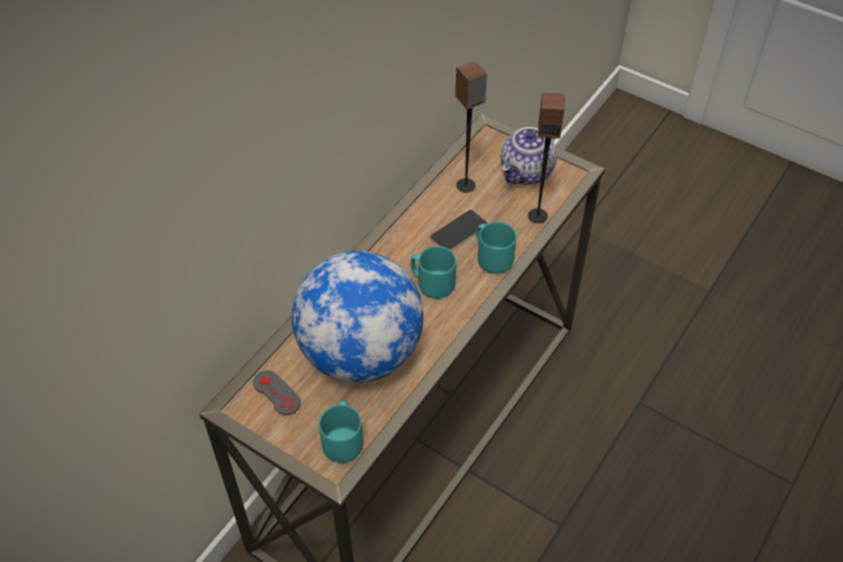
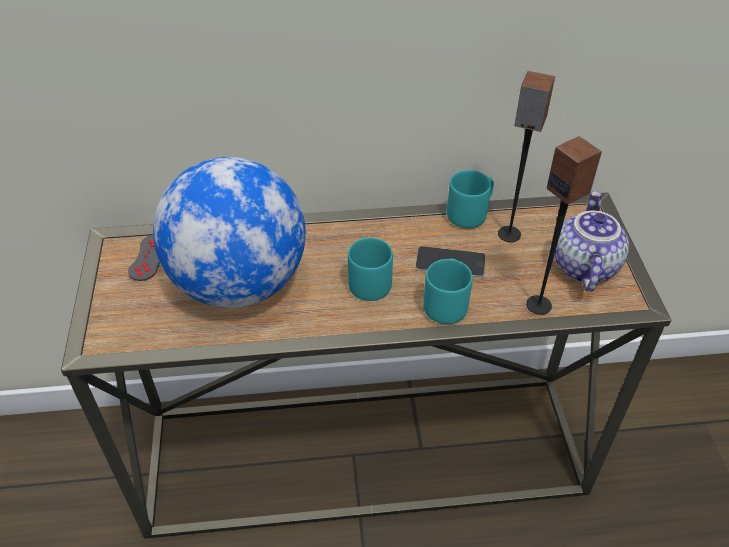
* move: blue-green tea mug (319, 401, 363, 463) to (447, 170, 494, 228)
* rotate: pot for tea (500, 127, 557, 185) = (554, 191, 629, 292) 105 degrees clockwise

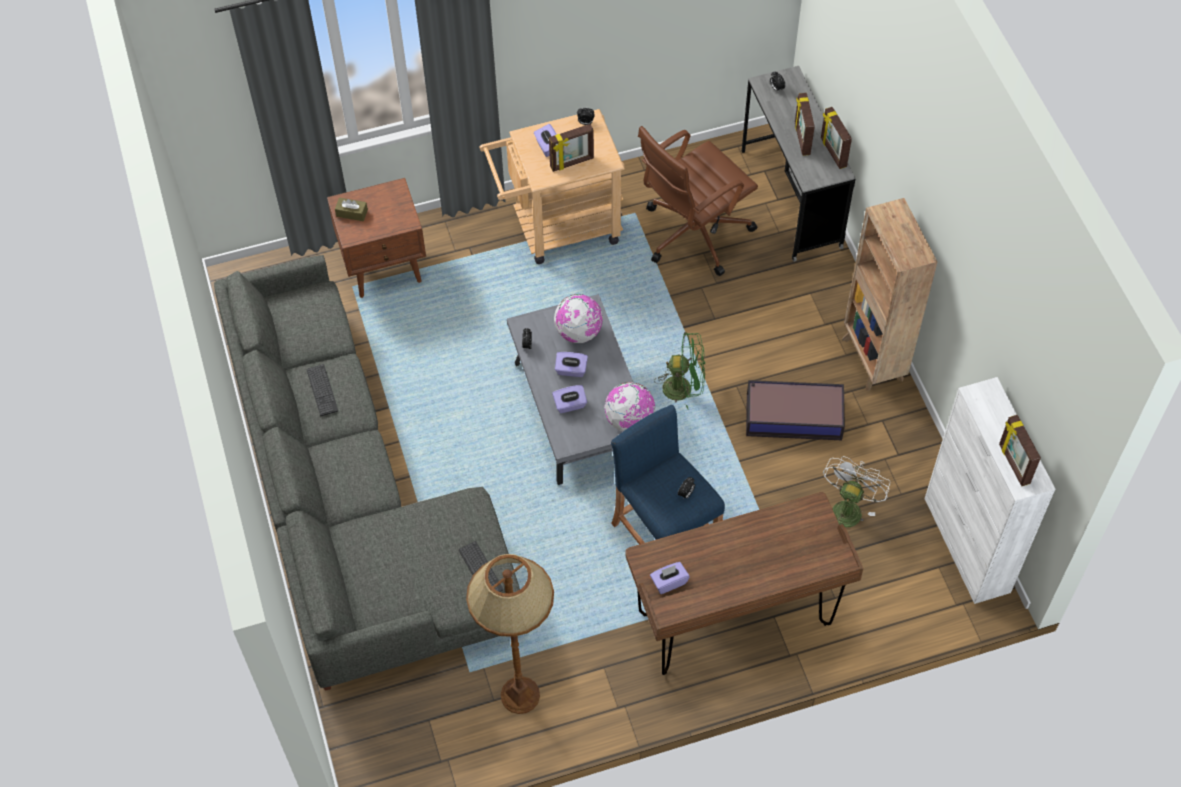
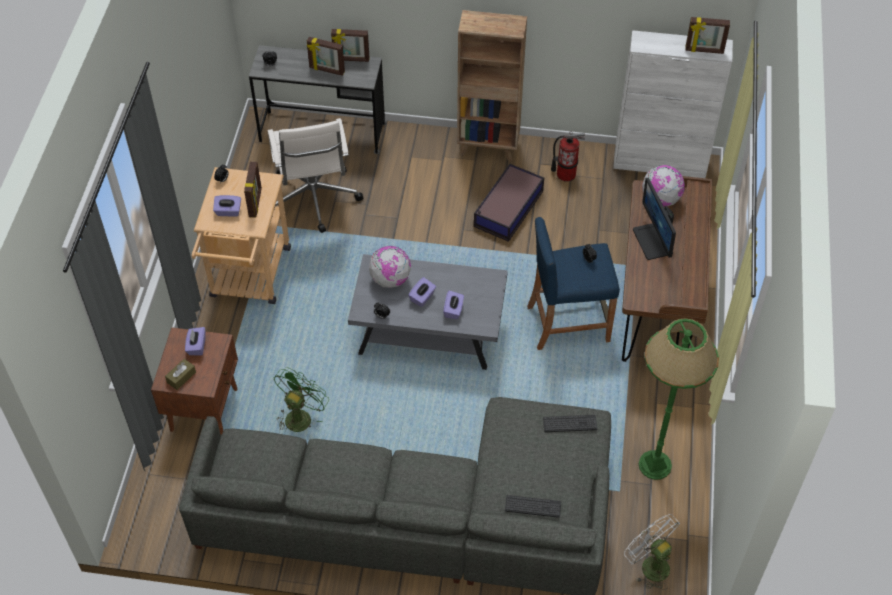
* move: purple box of tissues (650, 562, 690, 594) to (185, 327, 206, 356)
* recolor: brown computer chair (638, 126, 758, 276) to white-coloured computer chair (268, 118, 363, 233)
* move: green-coloured electric fan (654, 332, 705, 410) to (274, 367, 329, 434)
* move: PC keyboard (306, 364, 338, 416) to (505, 495, 561, 518)
* insert: extinguisher (551, 132, 585, 182)
* move: white-coloured electric fan (823, 456, 890, 527) to (624, 514, 680, 590)
* insert: computer display (633, 177, 676, 260)
* recolor: brown floor lamp (466, 554, 554, 714) to green-coloured floor lamp (639, 318, 719, 480)
* move: world globe (604, 382, 655, 431) to (642, 165, 685, 207)

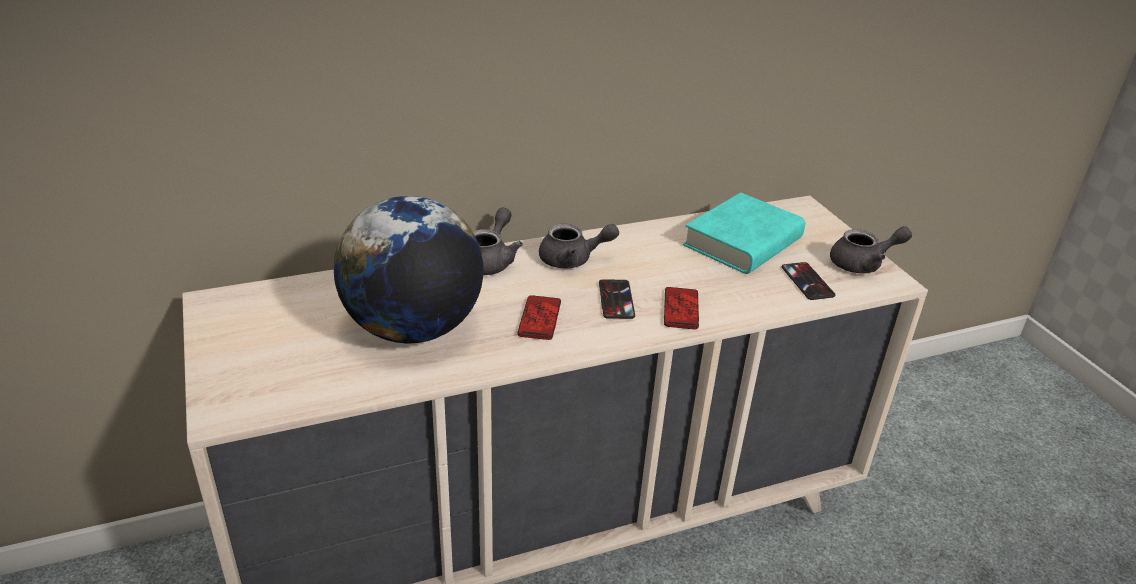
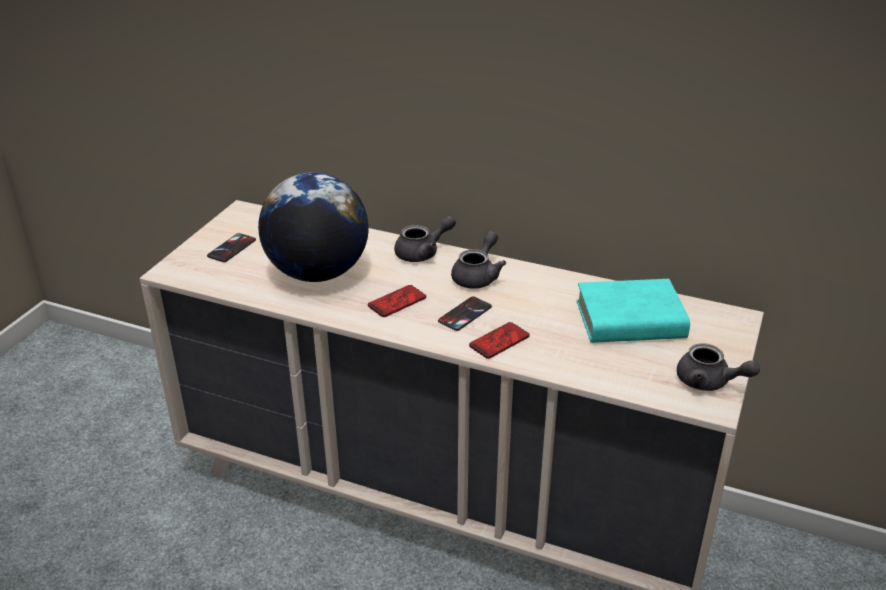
* move: phone (782, 262, 835, 300) to (207, 233, 256, 262)
* rotate: greyish pot for tea (539, 224, 619, 268) = (451, 231, 506, 289) 105 degrees counterclockwise

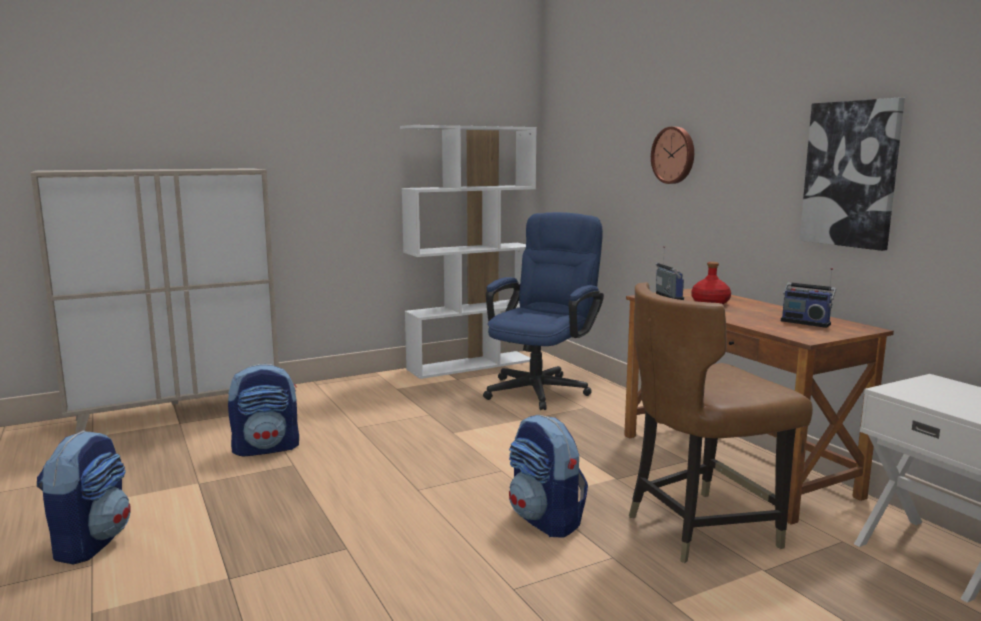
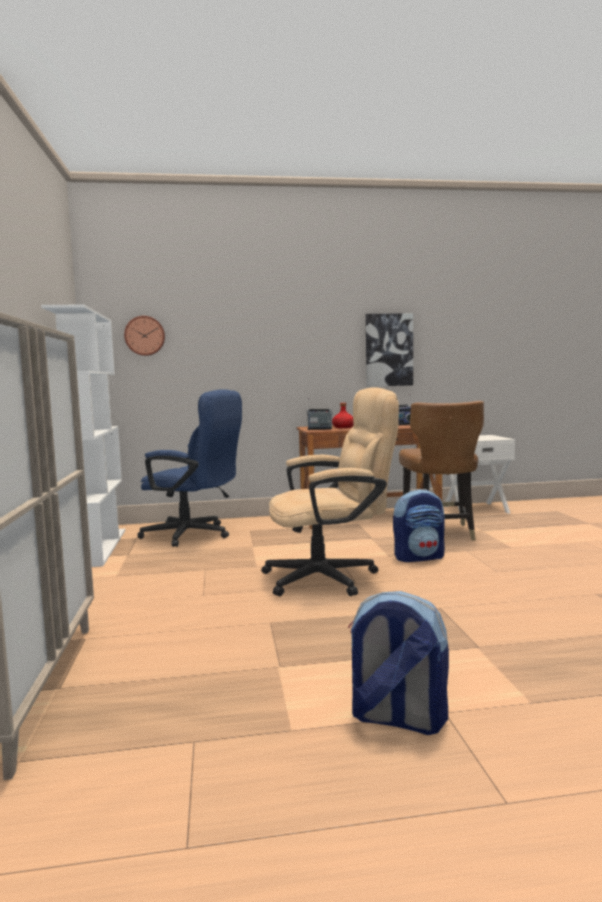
* move: clock on the wall (651, 127, 694, 184) to (124, 316, 165, 356)
* rotate: blue computer chair (483, 212, 604, 410) = (137, 389, 242, 547) 150 degrees clockwise
* insert: beige-coloured computer chair (261, 387, 399, 596)
* delete: backpack (228, 364, 299, 457)

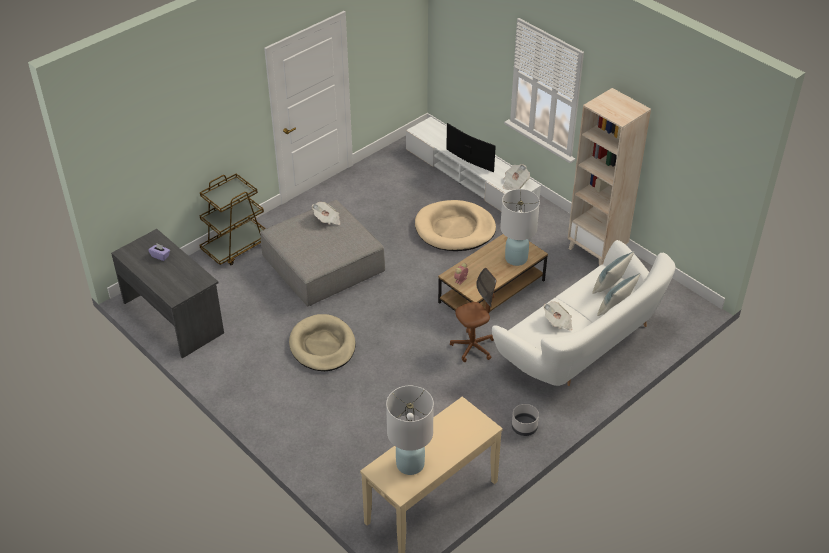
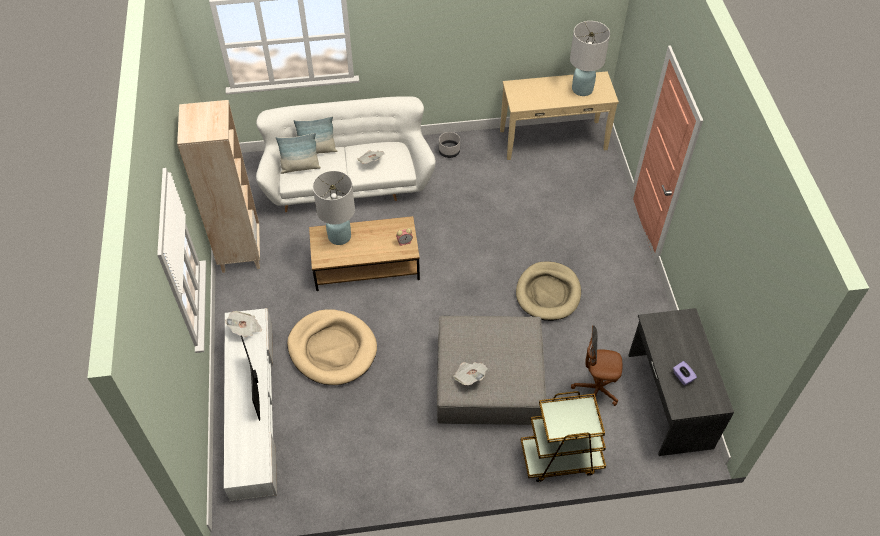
* move: brown computer chair (450, 268, 496, 362) to (571, 325, 622, 406)

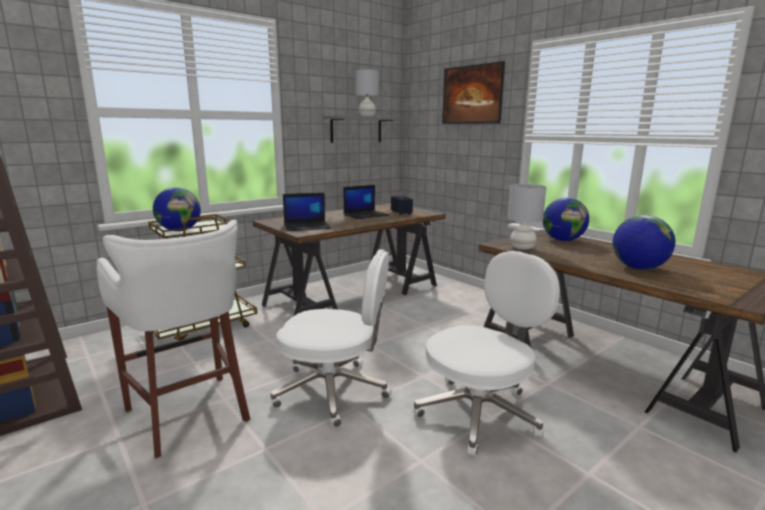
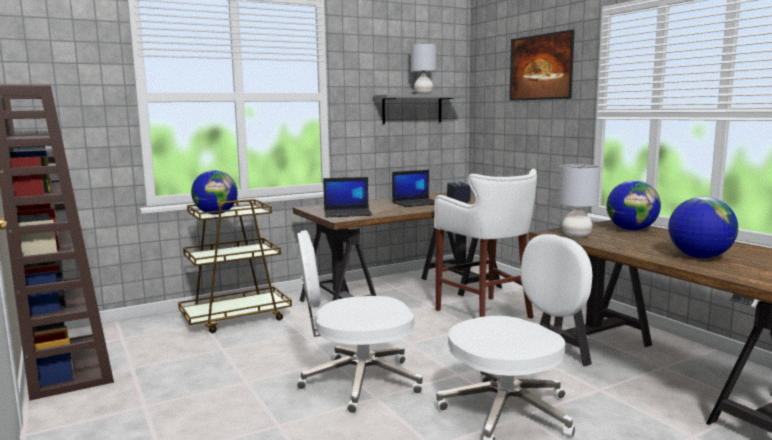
* rotate: white-coloured computer chair (271, 249, 392, 427) = (297, 230, 423, 413) 150 degrees clockwise
* move: white-coloured sitting stool (97, 220, 251, 458) to (434, 169, 537, 319)

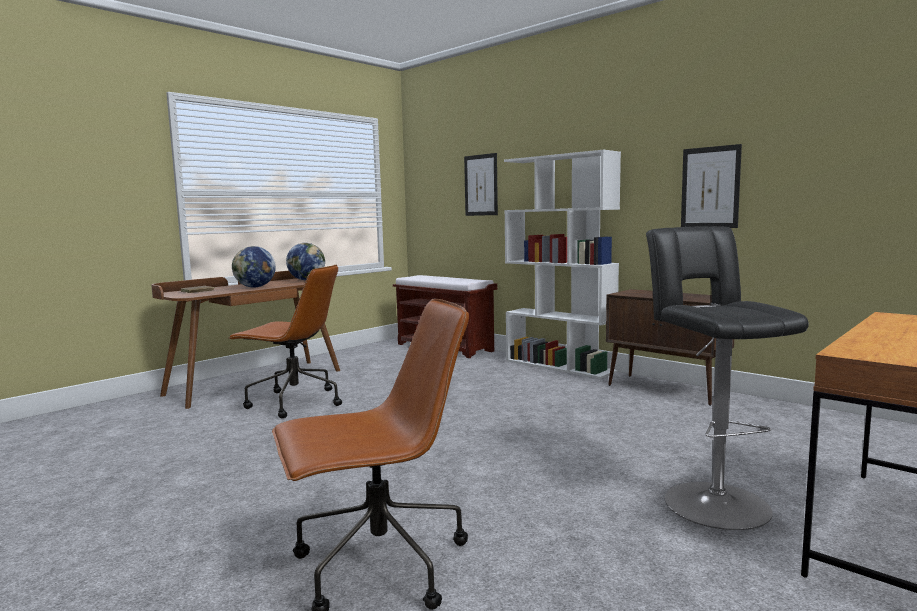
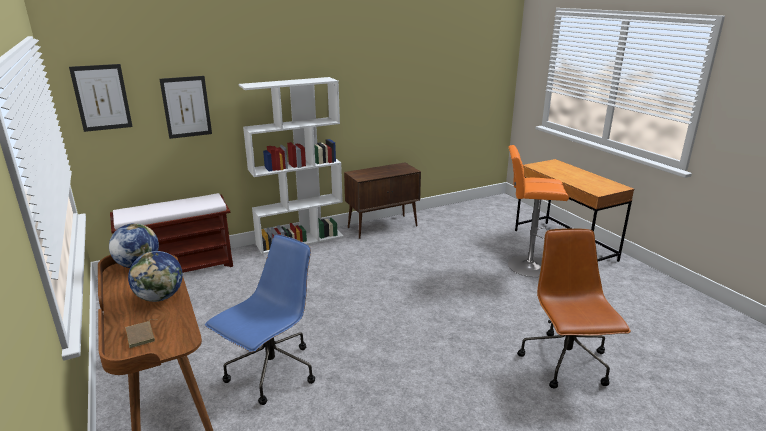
* move: picture (681, 144, 742, 228) to (69, 64, 133, 132)
* recolor: brown computer chair (228, 265, 342, 418) to blue computer chair (205, 234, 315, 405)
* recolor: black-coloured sitting stool (646, 226, 809, 530) to orange sitting stool (508, 145, 569, 277)

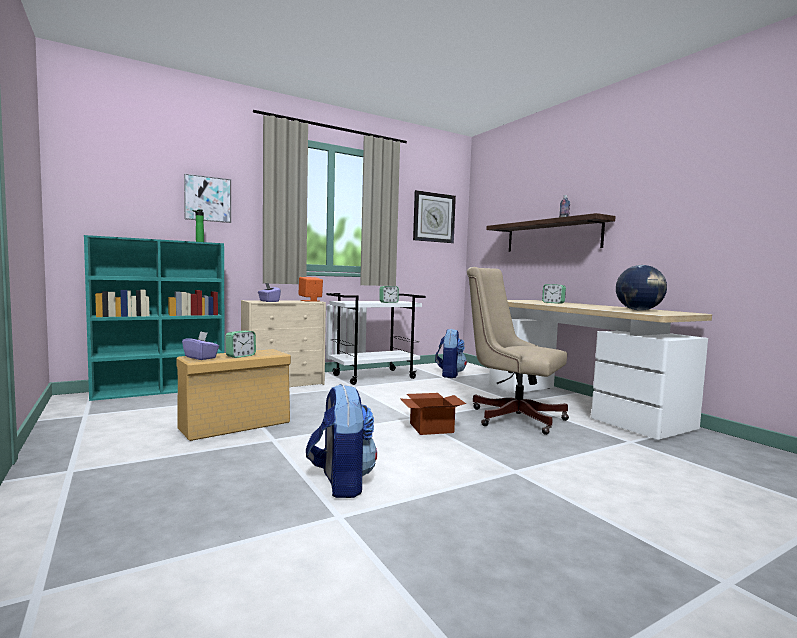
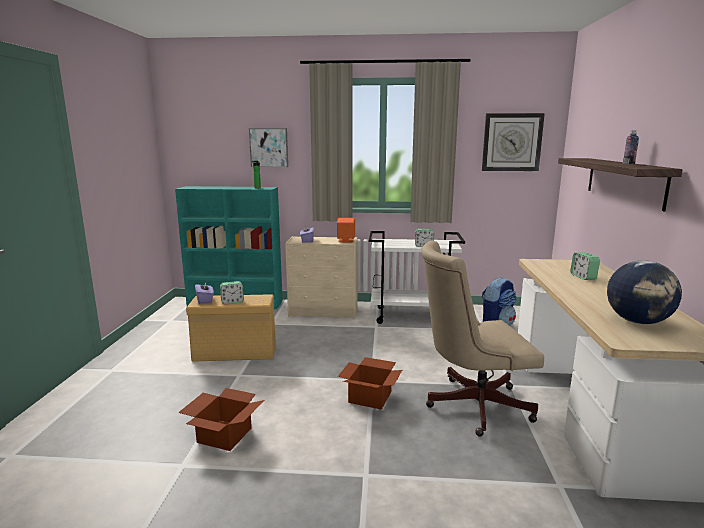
* replace: backpack (306, 384, 377, 498) to packing box (178, 388, 264, 451)
* rotate: beige-coloured computer chair (467, 267, 569, 435) = (421, 241, 544, 437) 75 degrees counterclockwise

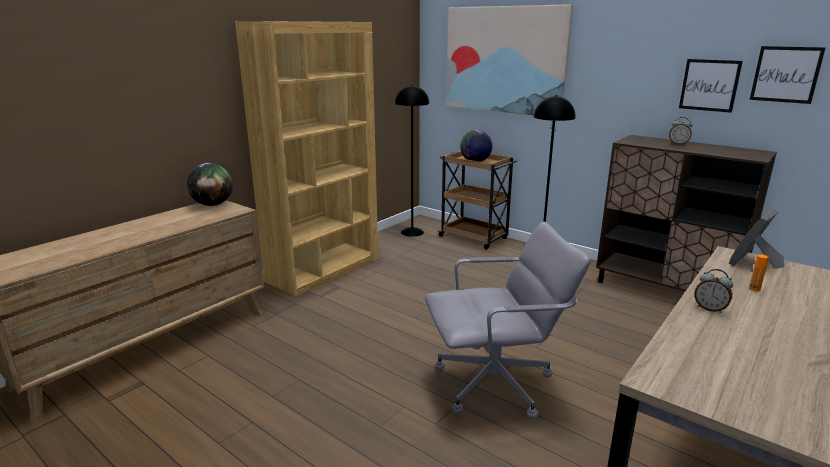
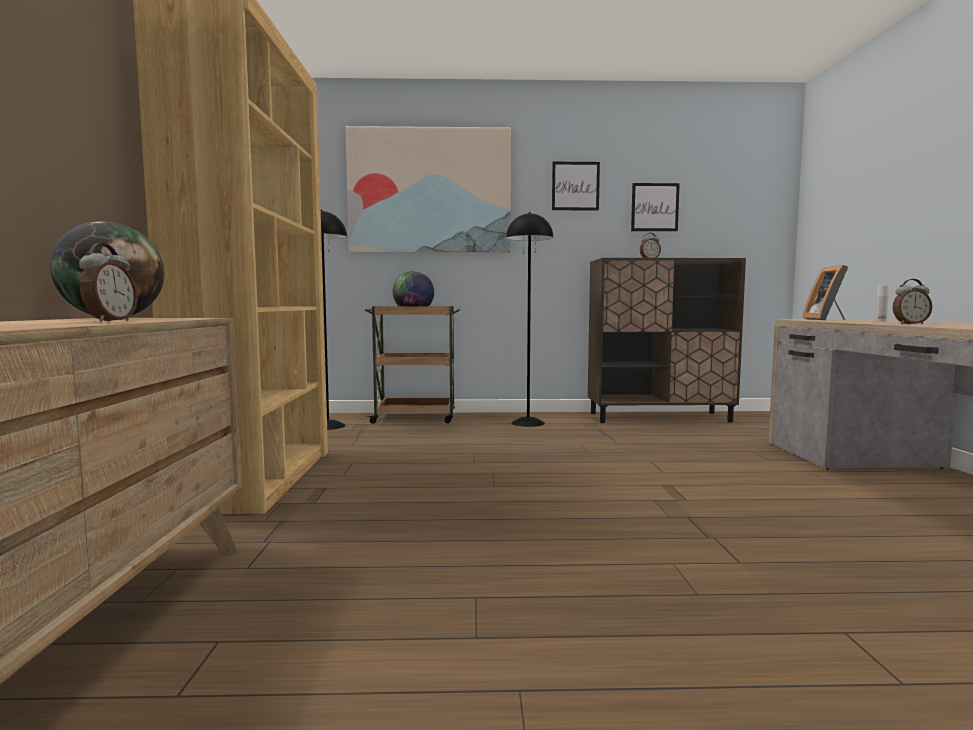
* insert: alarm clock (79, 243, 138, 322)
* move: picture (750, 46, 826, 104) to (552, 162, 600, 211)
* recolor: orange bottle (749, 254, 769, 292) to white-coloured bottle (875, 286, 889, 322)
* delete: greyish computer chair (425, 222, 591, 419)

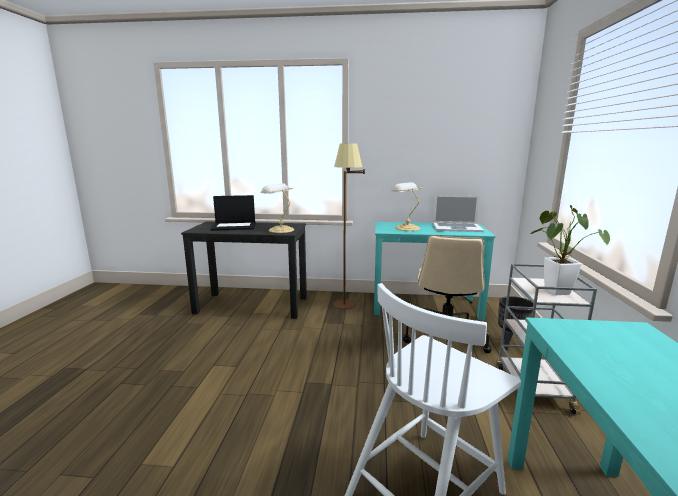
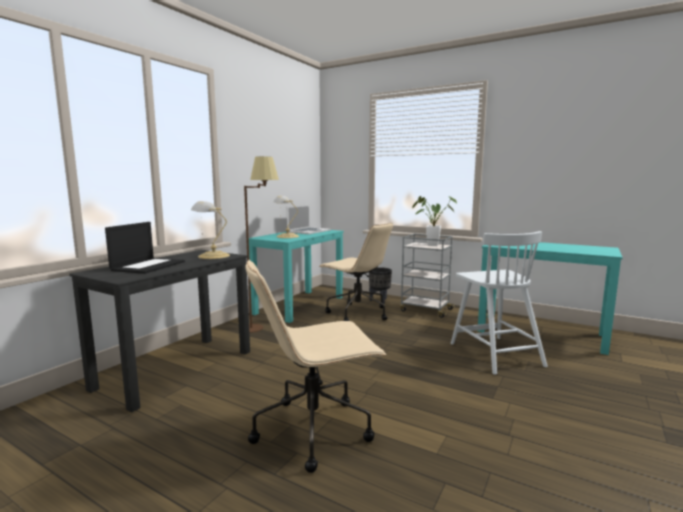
* insert: beige-coloured computer chair (245, 260, 386, 473)

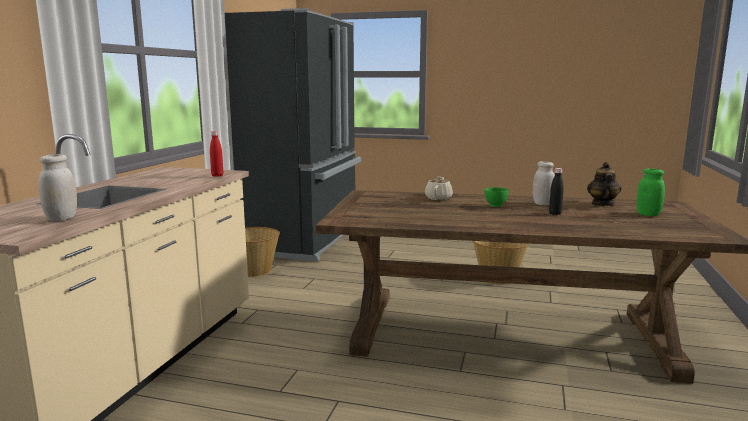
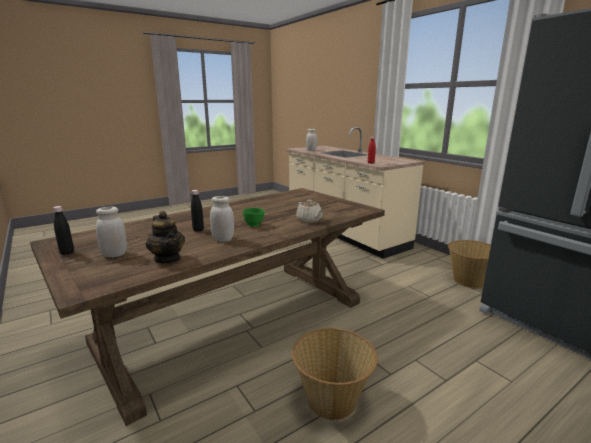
* insert: black-coloured bottle (53, 206, 74, 255)
* recolor: green-coloured preserve jar (637, 168, 665, 216) to white-coloured preserve jar (96, 207, 127, 257)

